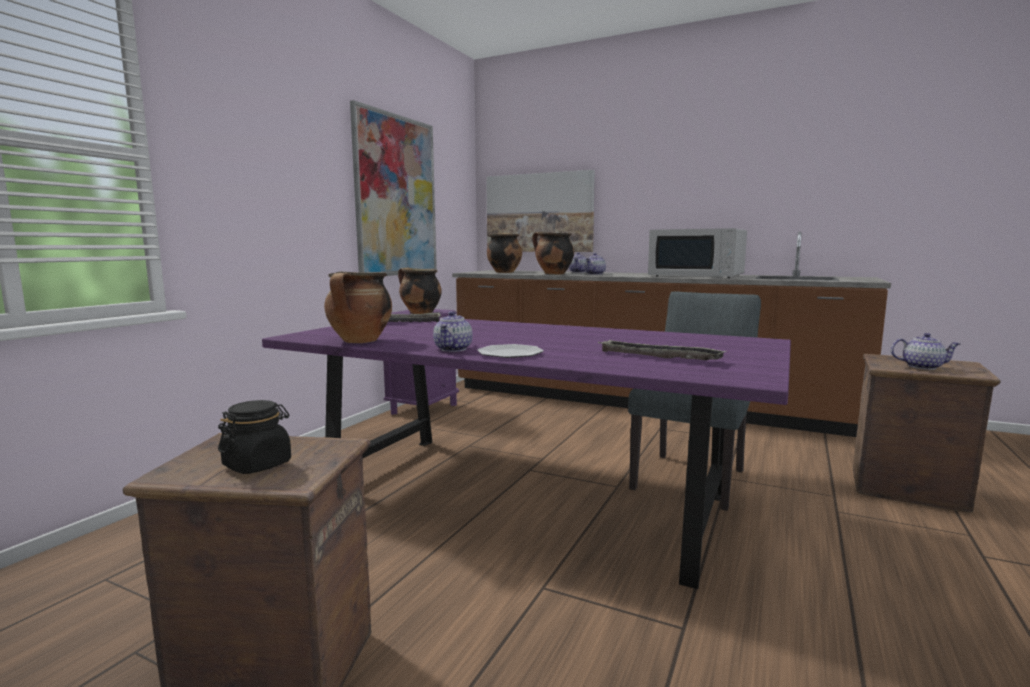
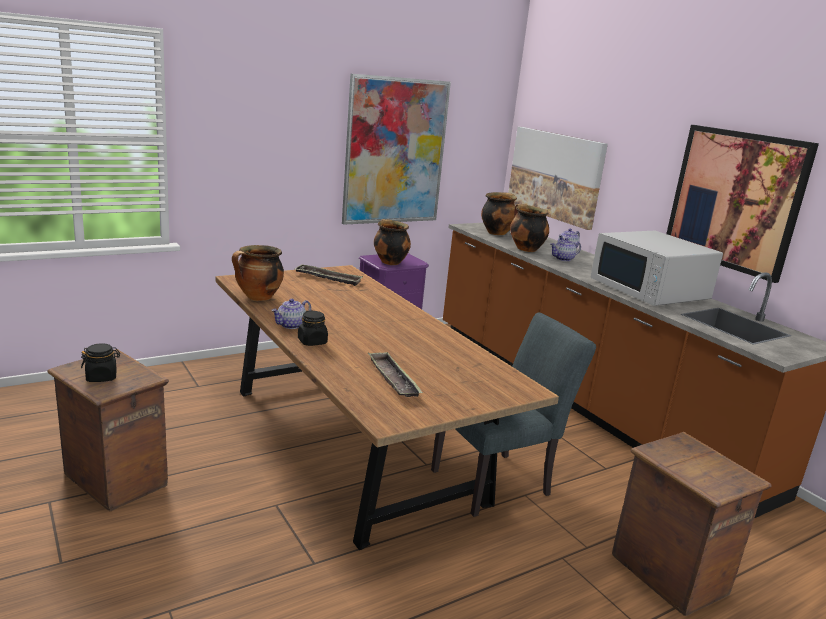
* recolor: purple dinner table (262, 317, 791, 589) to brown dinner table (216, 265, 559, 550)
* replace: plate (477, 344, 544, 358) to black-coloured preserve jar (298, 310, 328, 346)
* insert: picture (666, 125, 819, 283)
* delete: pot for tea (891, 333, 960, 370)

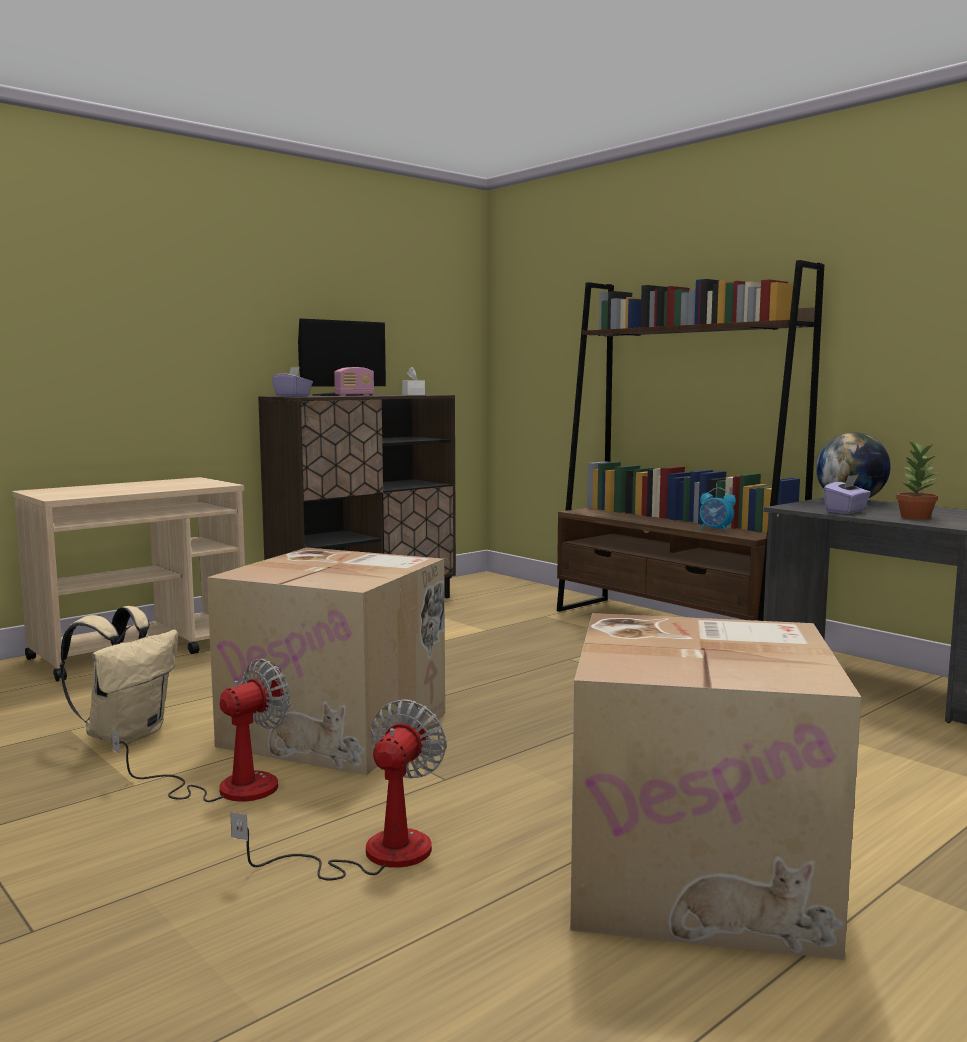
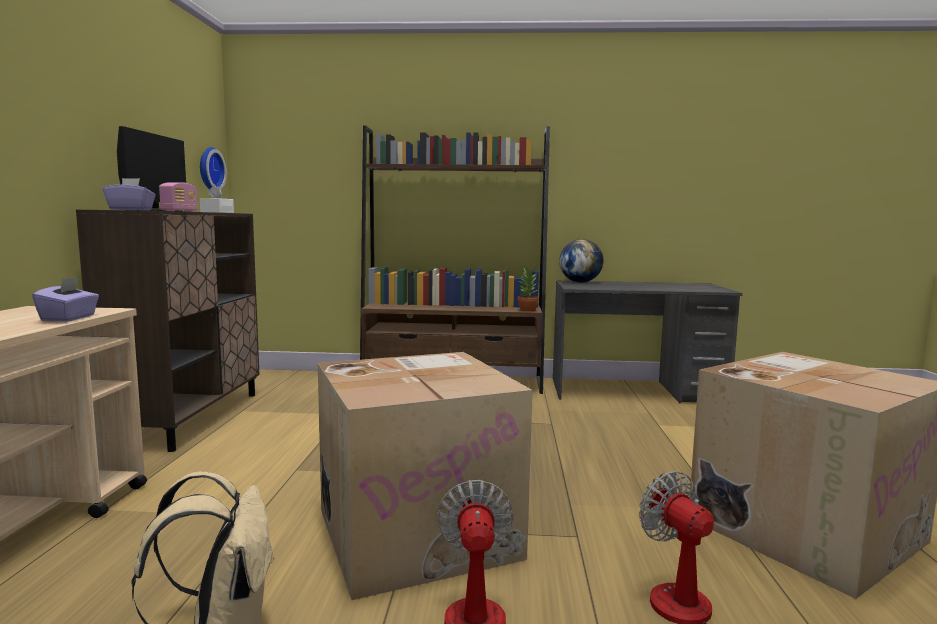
* move: purple box of tissues (823, 474, 871, 514) to (32, 277, 99, 322)
* insert: clock on the wall (200, 147, 227, 190)
* move: houseplant (896, 441, 938, 519) to (517, 267, 539, 312)
* delete: alarm clock (700, 487, 736, 532)

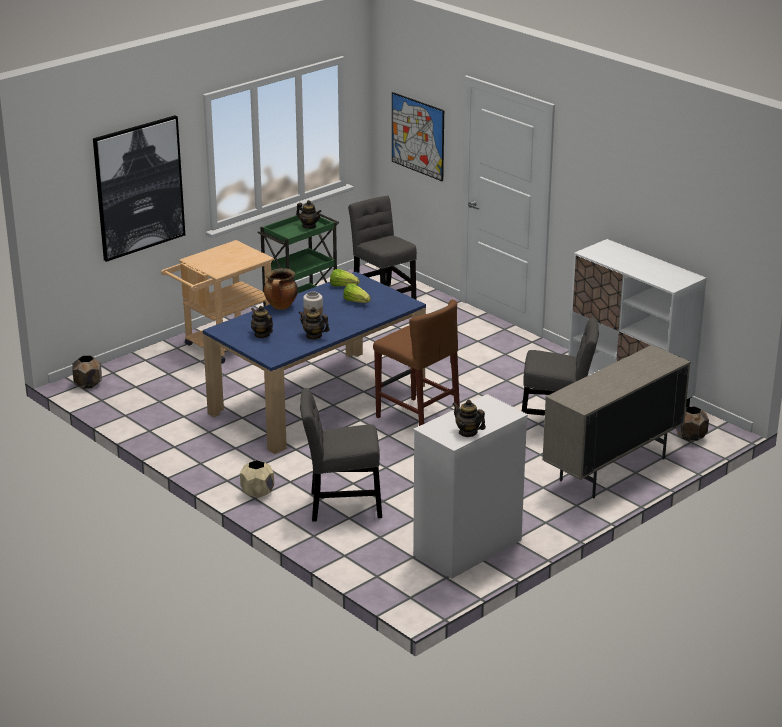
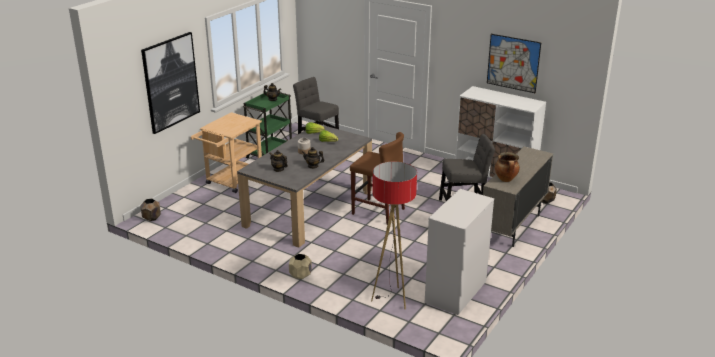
* recolor: blue dinner table (203, 272, 426, 454) to greyish dinner table (237, 125, 372, 248)
* insert: floor lamp (371, 162, 417, 309)
* move: picture (392, 92, 444, 181) to (487, 34, 541, 93)
* move: stockpot (264, 268, 298, 310) to (495, 152, 520, 182)
* delete: greyish upright chair (300, 388, 382, 522)
* delete: pot for tea (453, 400, 486, 437)

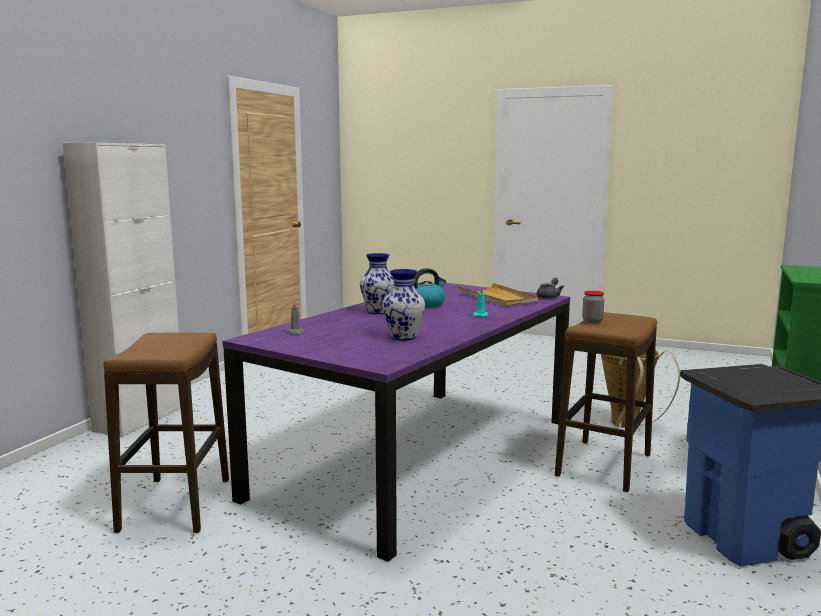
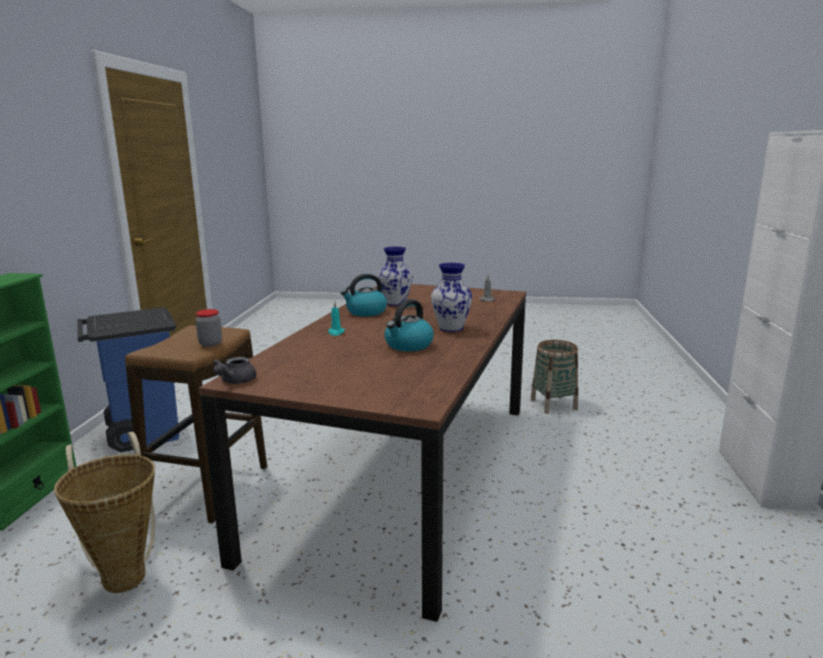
* recolor: purple dinner table (222, 283, 570, 562) to brown dinner table (199, 284, 526, 622)
* insert: kettle (341, 274, 387, 316)
* replace: sitting stool (103, 332, 229, 533) to household basket (530, 340, 578, 414)
* delete: beige-coloured tray (458, 283, 538, 307)

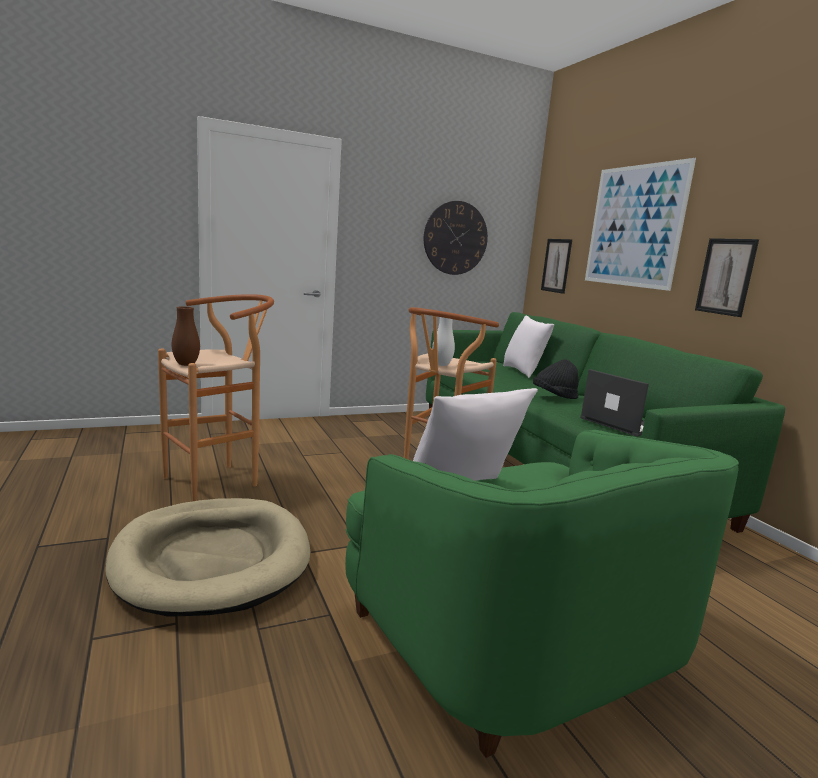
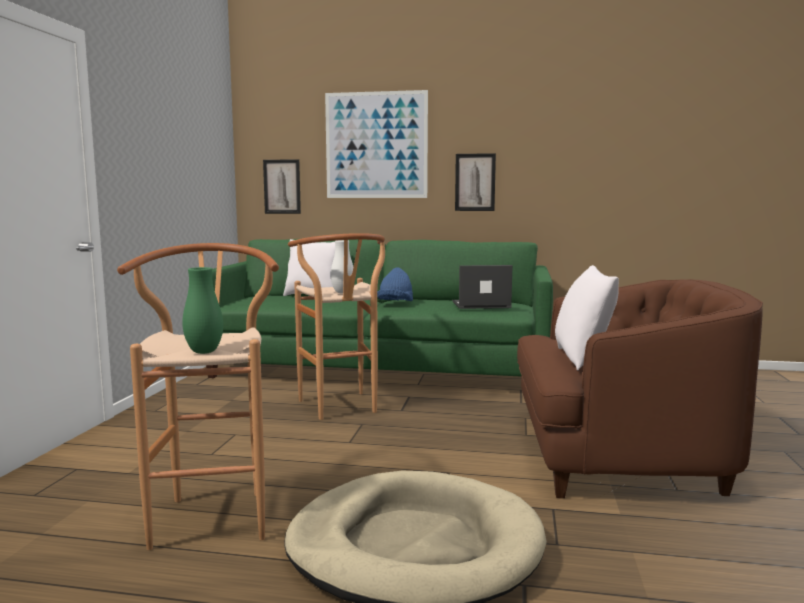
* recolor: brown flower vase (172, 306, 200, 366) to green-coloured flower vase (182, 267, 223, 354)
* recolor: black-coloured hat (533, 359, 579, 399) to blue hat (377, 267, 413, 301)
* recolor: green-coloured easy chair (345, 430, 739, 758) to brown easy chair (517, 279, 763, 498)
* delete: clock on the wall (424, 201, 488, 275)

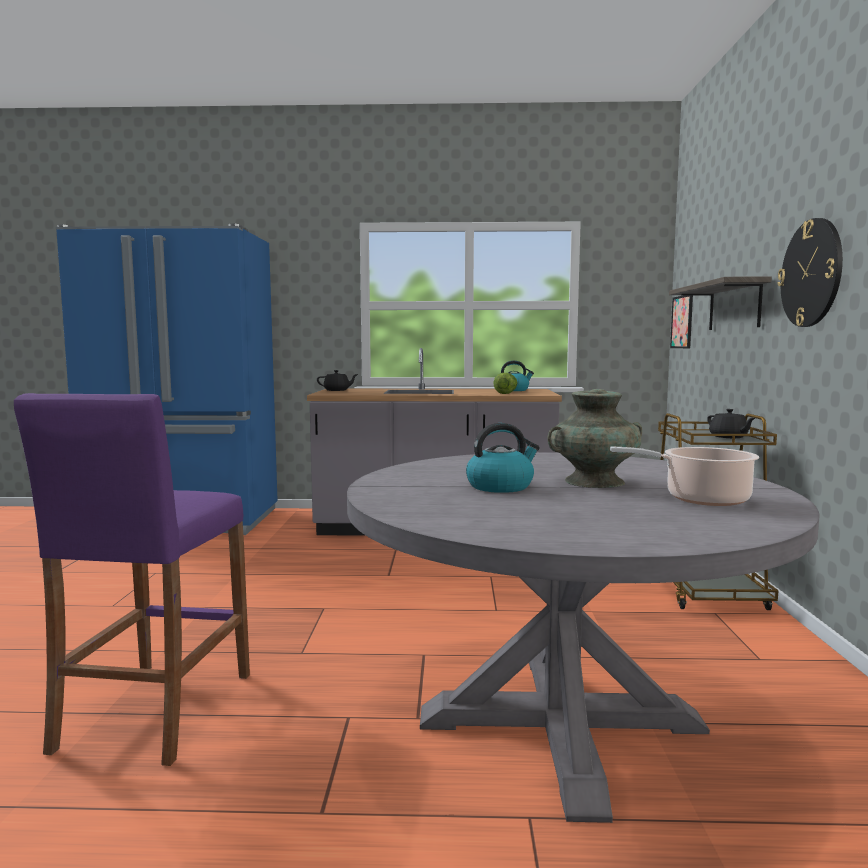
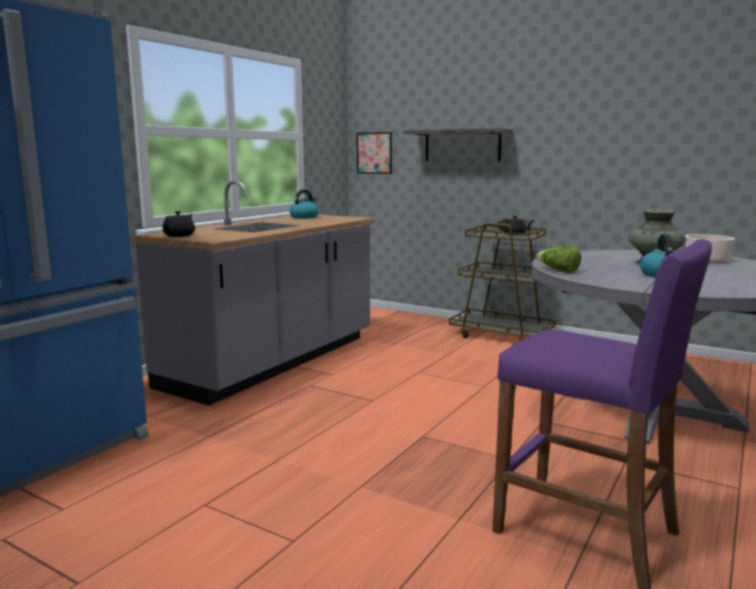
* move: lettuce head (494, 373, 517, 394) to (536, 246, 581, 273)
* delete: clock on the wall (777, 218, 843, 327)

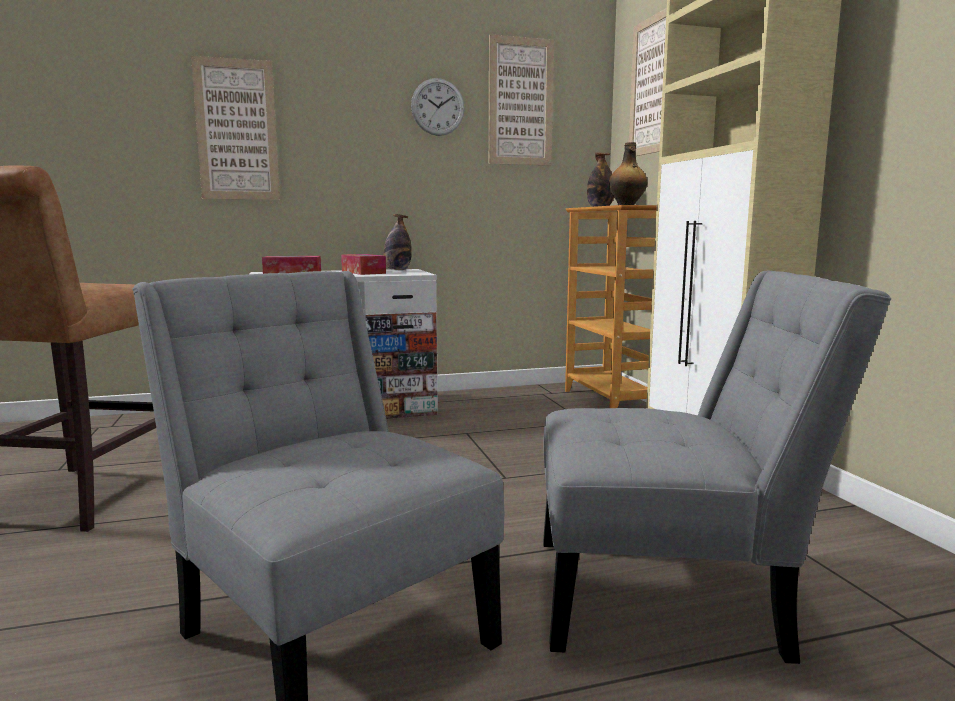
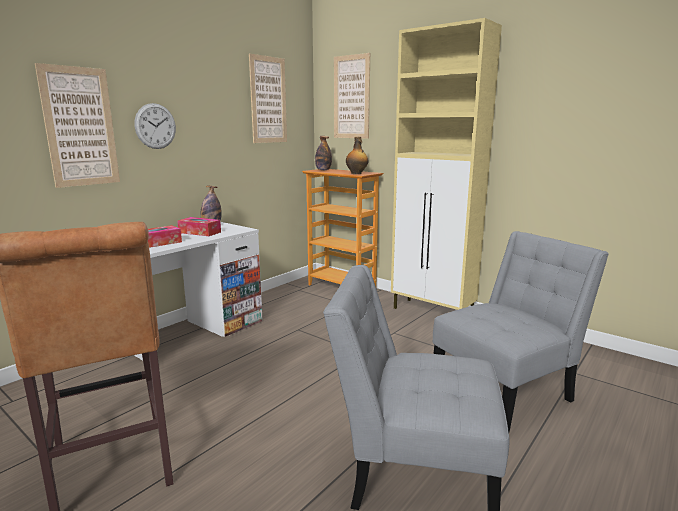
* move: clock on the wall (411, 78, 465, 136) to (134, 103, 176, 149)

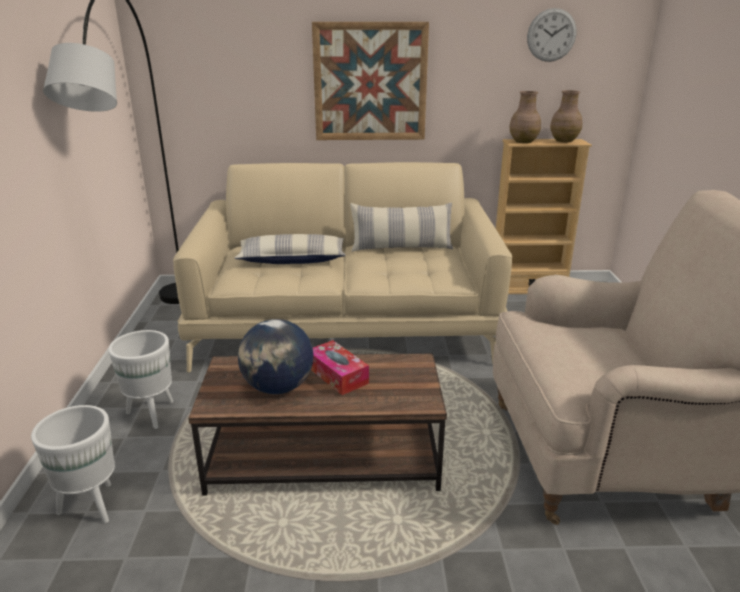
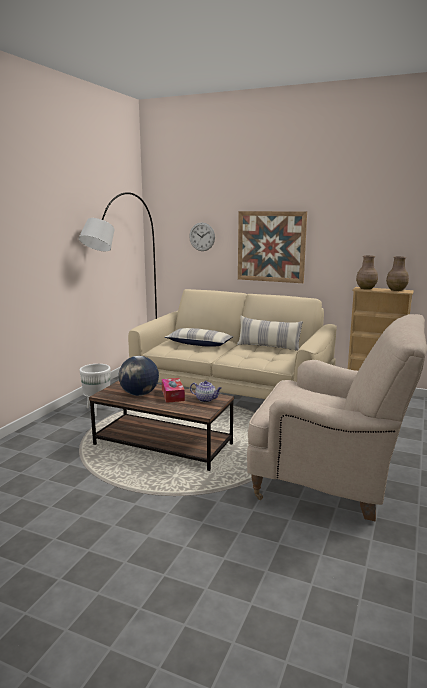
* move: clock on the wall (527, 8, 577, 62) to (189, 223, 215, 251)
* insert: pot for tea (190, 381, 222, 402)
* delete: white-coloured flower pot (31, 405, 115, 523)

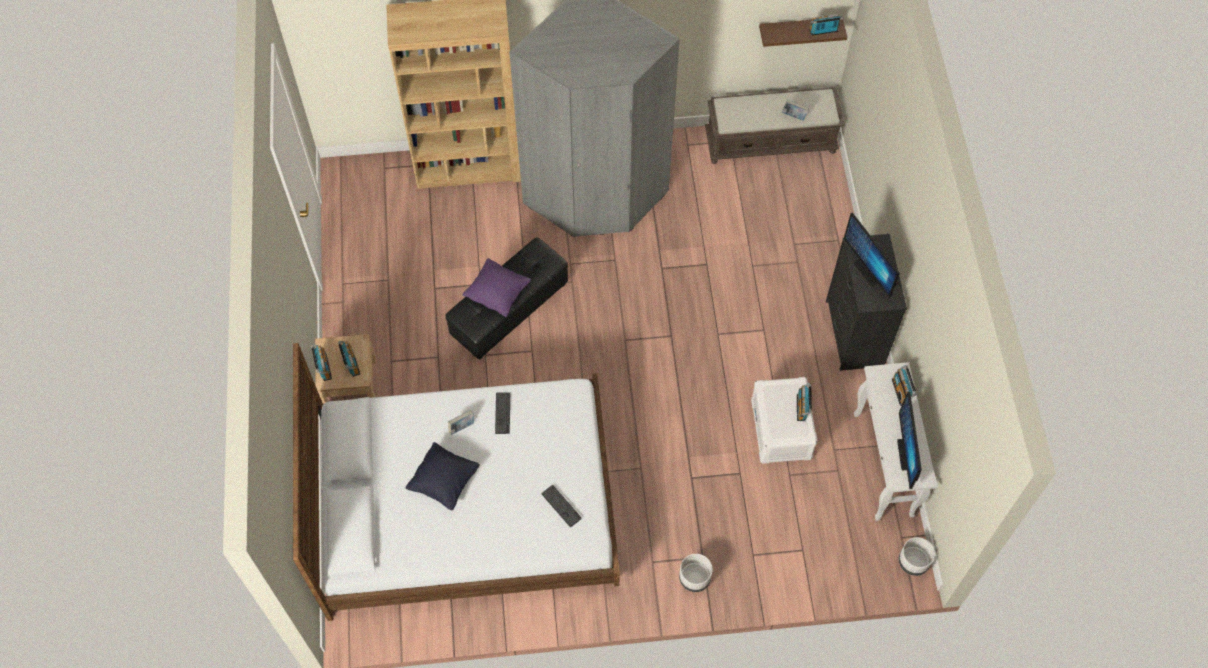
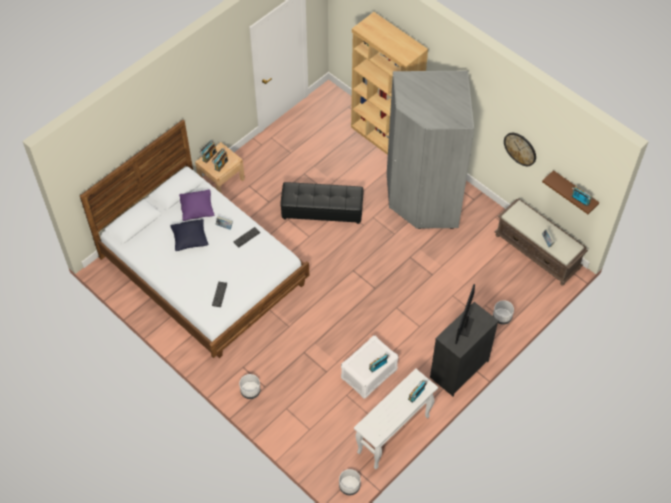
* move: purple pillow (463, 258, 531, 317) to (179, 189, 214, 221)
* insert: white-coloured flower pot (493, 300, 514, 325)
* insert: clock on the wall (504, 133, 536, 166)
* delete: computer display (897, 392, 922, 489)

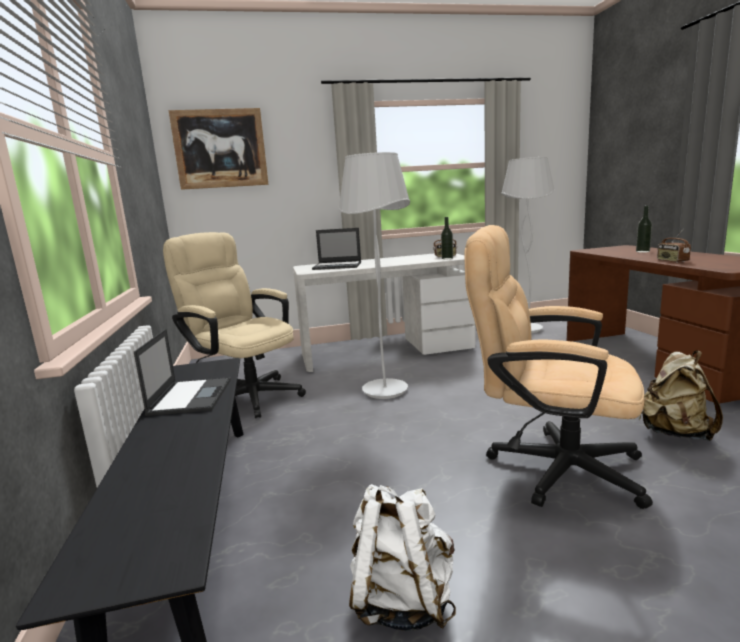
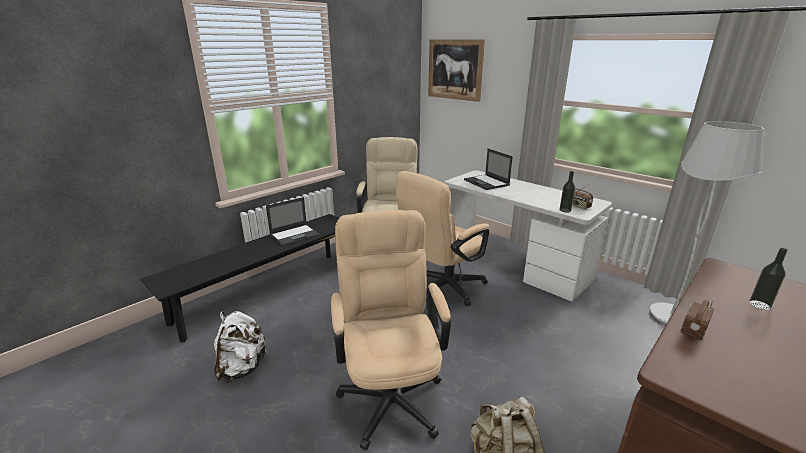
* replace: white-coloured floor lamp (338, 152, 410, 399) to beige-coloured computer chair (396, 171, 489, 306)

